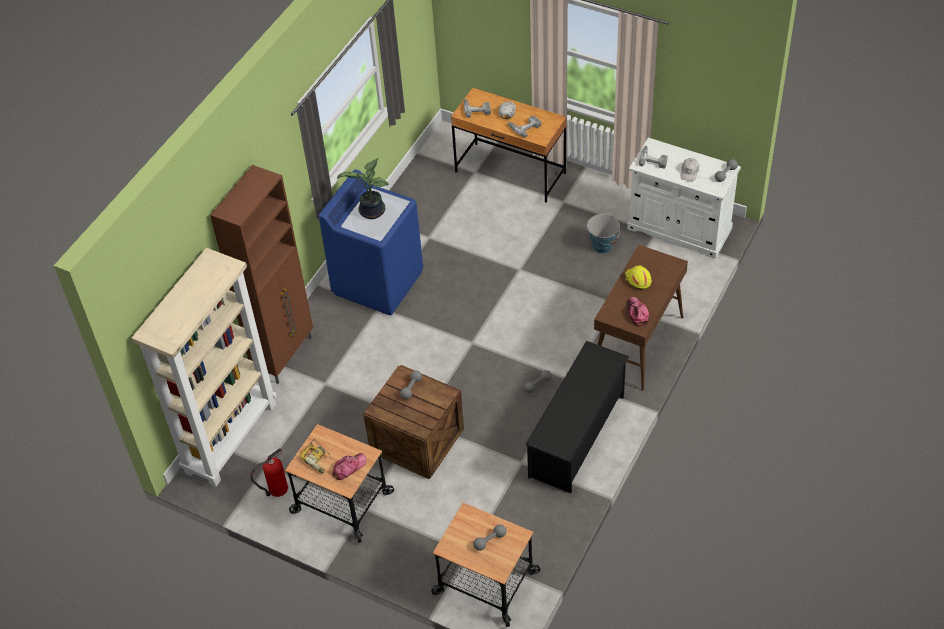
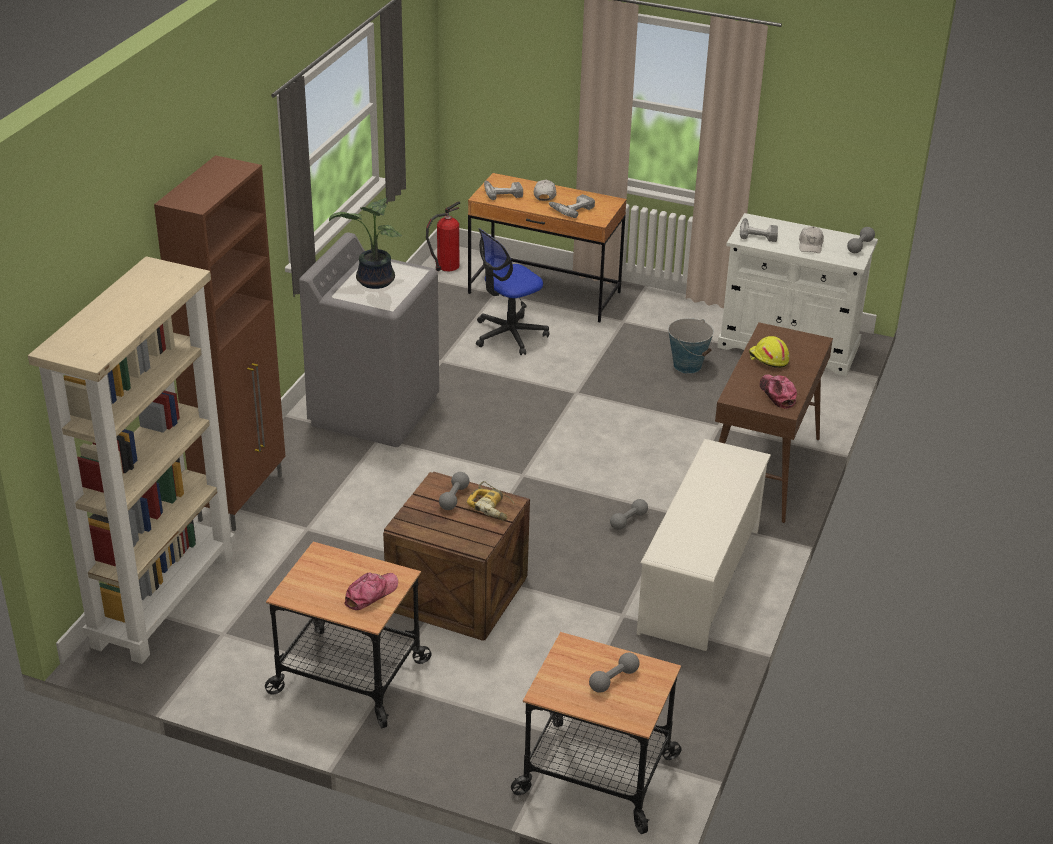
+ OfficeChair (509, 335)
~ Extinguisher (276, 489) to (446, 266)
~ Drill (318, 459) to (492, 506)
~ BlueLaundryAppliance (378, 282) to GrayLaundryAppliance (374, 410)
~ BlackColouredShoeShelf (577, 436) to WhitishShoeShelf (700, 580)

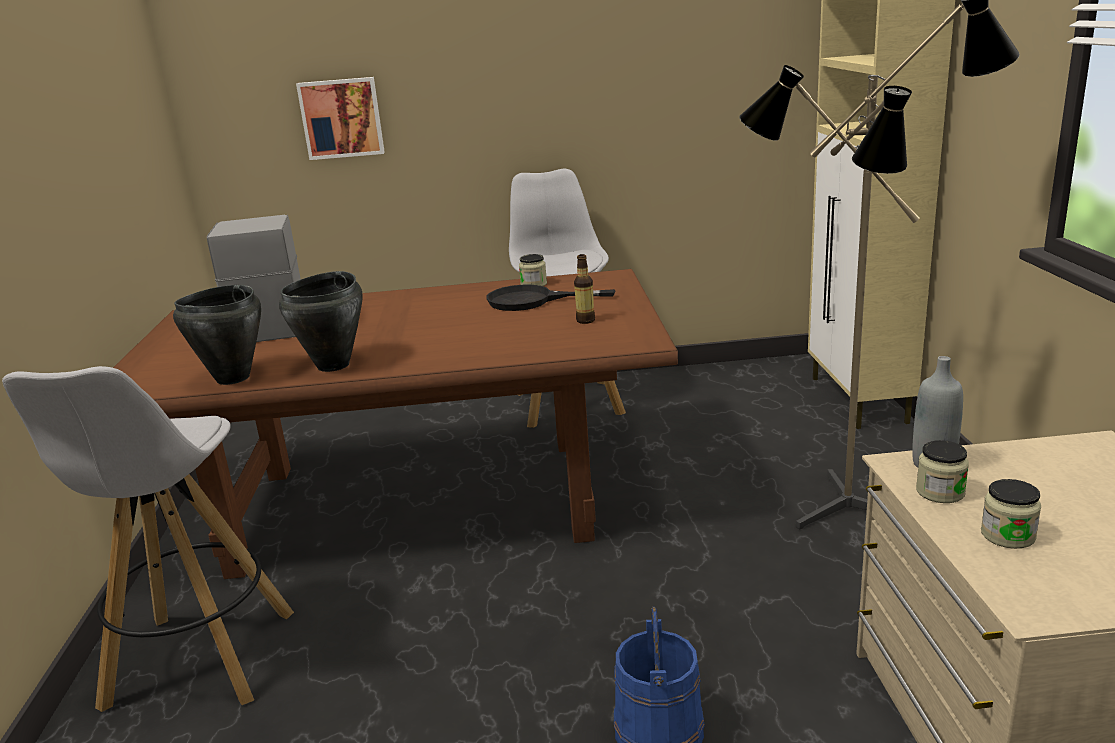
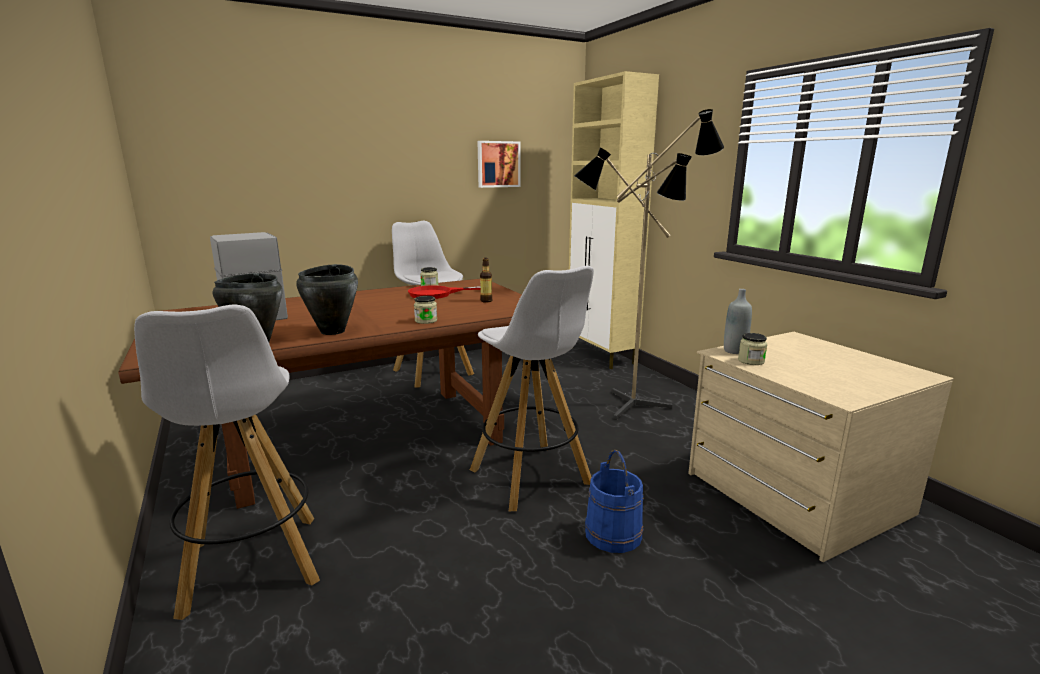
+ WhitishSittingStool (531, 478)
~ WallArt (342, 118) to (498, 164)
~ StorageJar (1007, 535) to (426, 321)
~ BlackColouredFryingPan (532, 300) to ReddishFryingPan (438, 294)

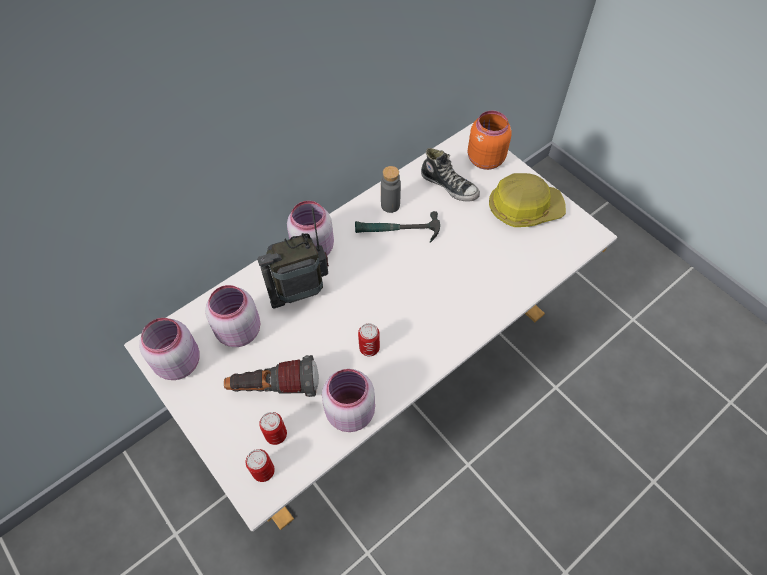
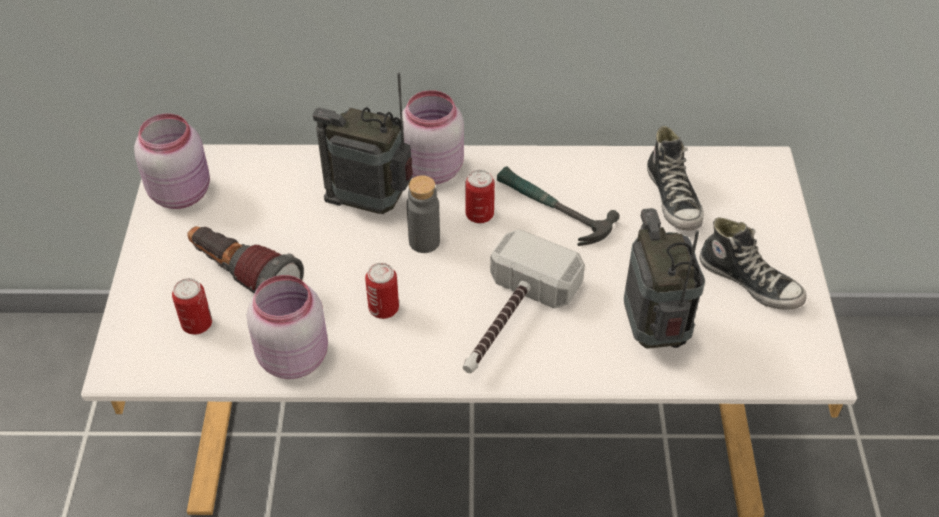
- PinkishStorageJar (238, 330)
- OrangeyStorageJar (484, 159)
+ HandHammer (509, 321)
+ RadioSet (654, 332)
~ MetalCan (263, 471) to (479, 215)
~ GrayBeverageBottle (390, 205) to (424, 241)
~ HardHat (524, 208) to LowShoe (750, 282)

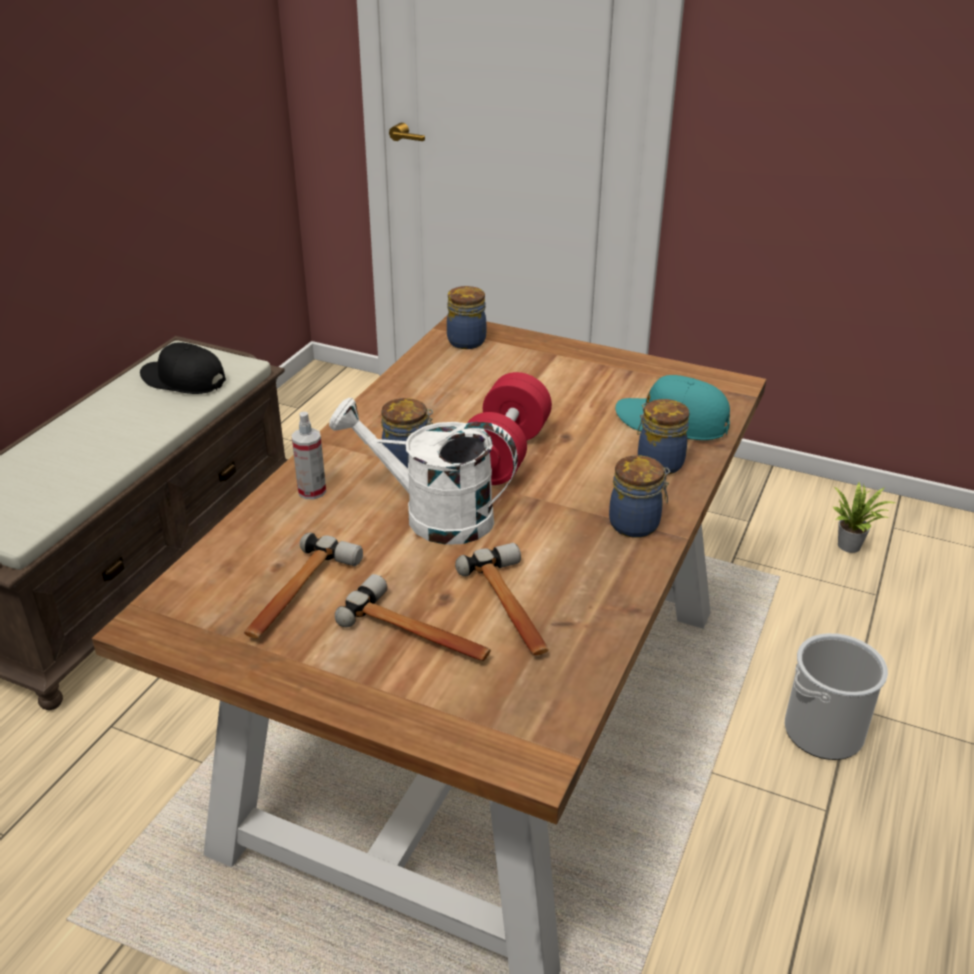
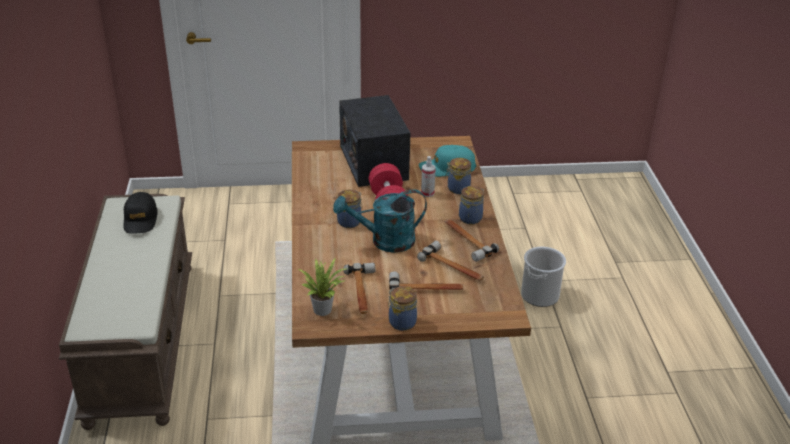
+ RadioSet (373, 162)
+ HandHammer (466, 241)
~ SprayBottle (312, 491) to (427, 193)
~ StorageJar (465, 340) to (401, 322)
~ PottedPlant (851, 545) to (324, 309)
~ WhitishSprinklingCan (433, 516) to TurquoiseSprinklingCan (385, 241)
~ BlackColouredCap (183, 380) = (140, 219) 90 degrees counterclockwise

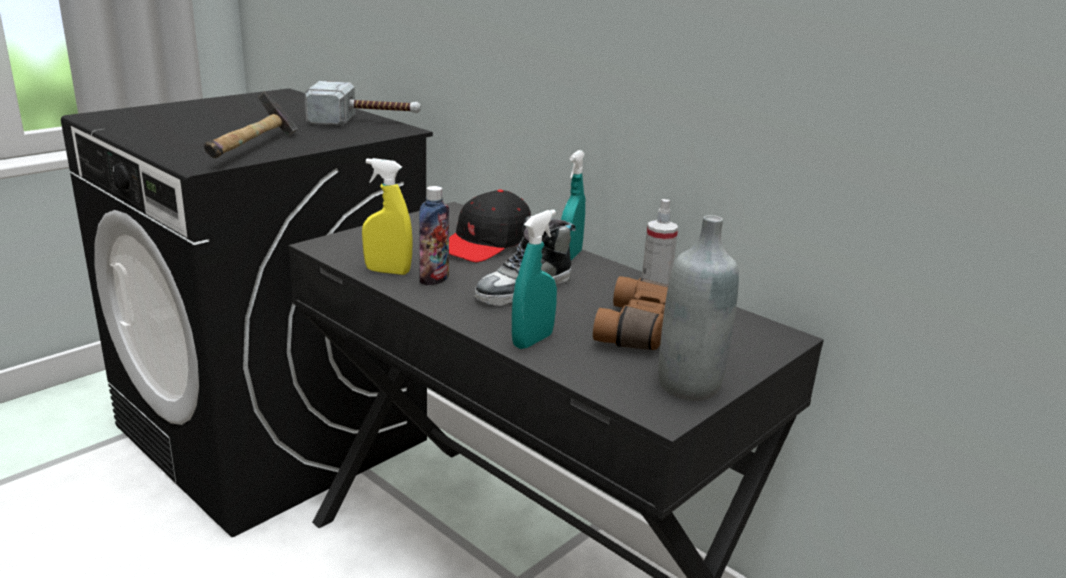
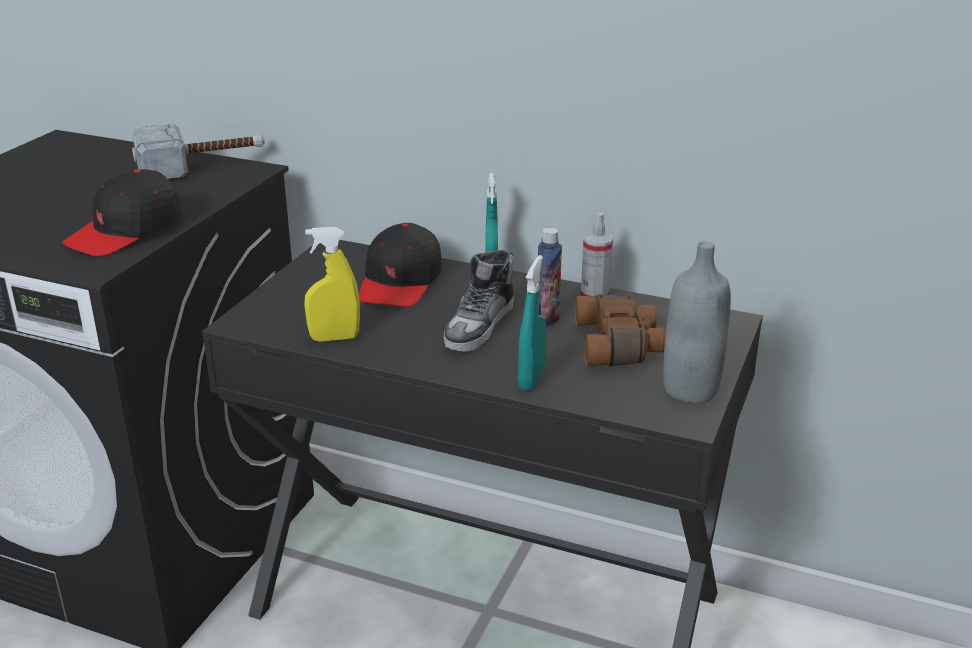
~ BeverageBottle (434, 279) to (547, 317)
~ HandHammer (253, 149) to BlackColouredCap (126, 231)

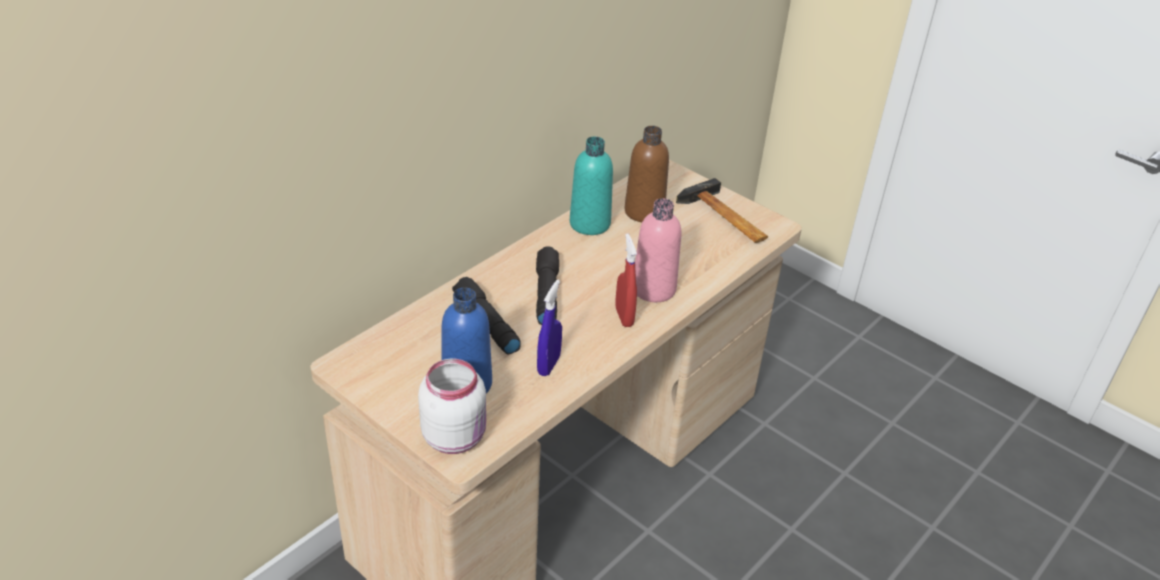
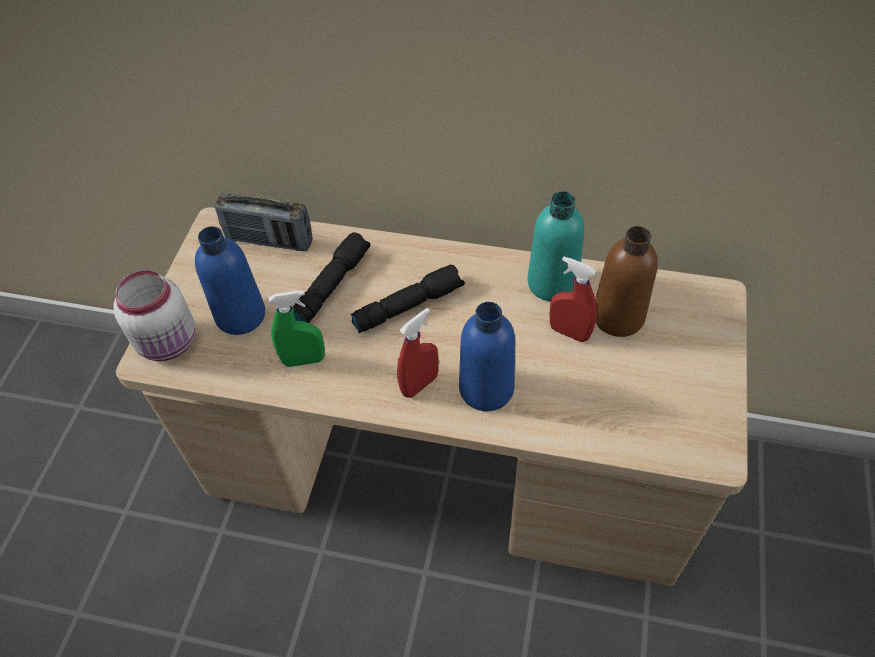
- HandHammer (725, 219)
+ RadioSet (269, 240)
+ ReddishSprayBottle (569, 332)
~ BlueSprayBottle (548, 365) to GreenishSprayBottle (304, 360)
~ PinkishBeverageBottle (653, 289) to BlueBeverageBottle (486, 388)

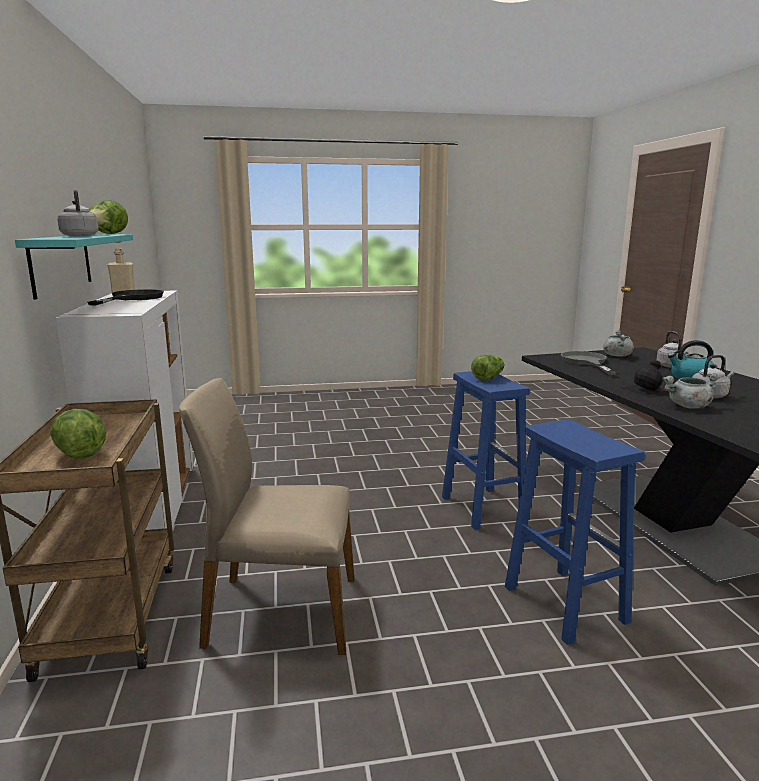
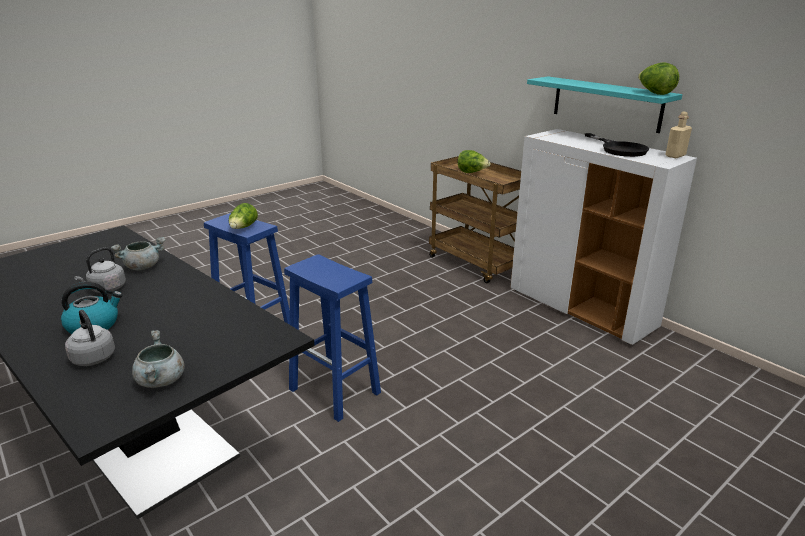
- GrayKettle (79, 236)
- SandColouredPlainChair (280, 611)
- GrayFryingPan (586, 362)
- BlackColouredBeverageBottle (649, 390)
~ HeadOfLettuce (488, 378) to (243, 228)

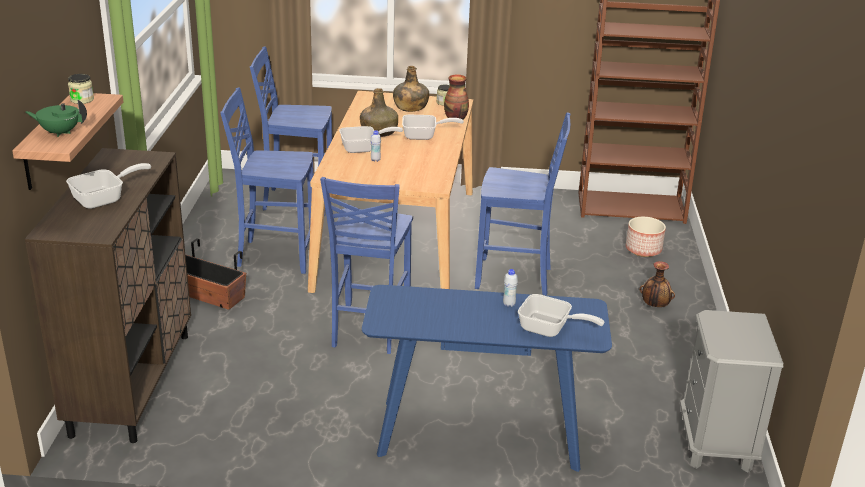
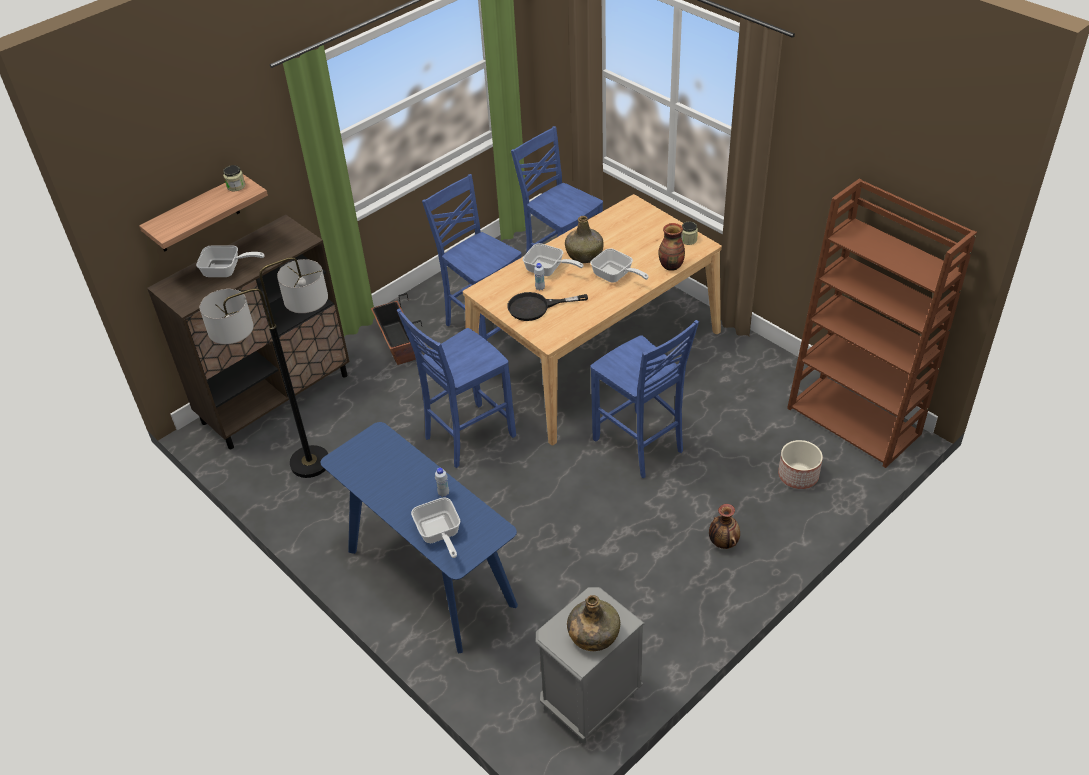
- GreenishPotForTea (60, 132)
+ StandingLamp (309, 463)
+ BlackColouredFryingPan (536, 307)
~ GreenishBeverageBottle (410, 107) to (593, 635)

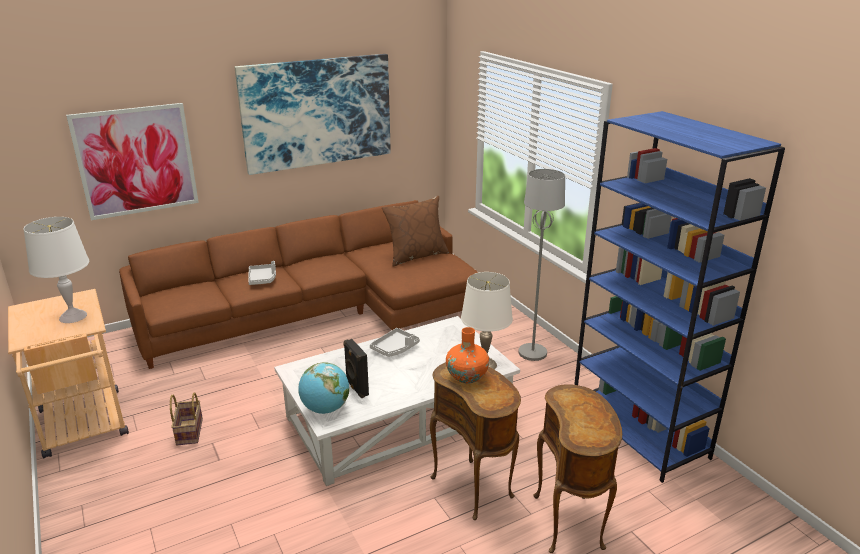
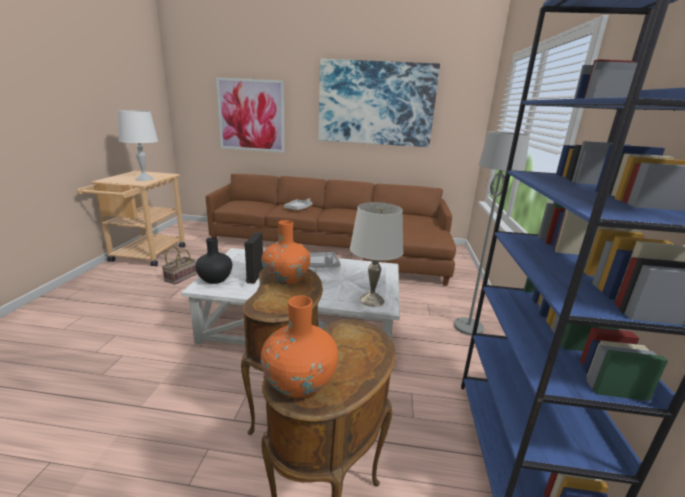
- BrownColouredThrowPillow (416, 256)
+ OrangeyVase (299, 382)
~ Globe (325, 409) to BlackColouredVase (215, 279)

